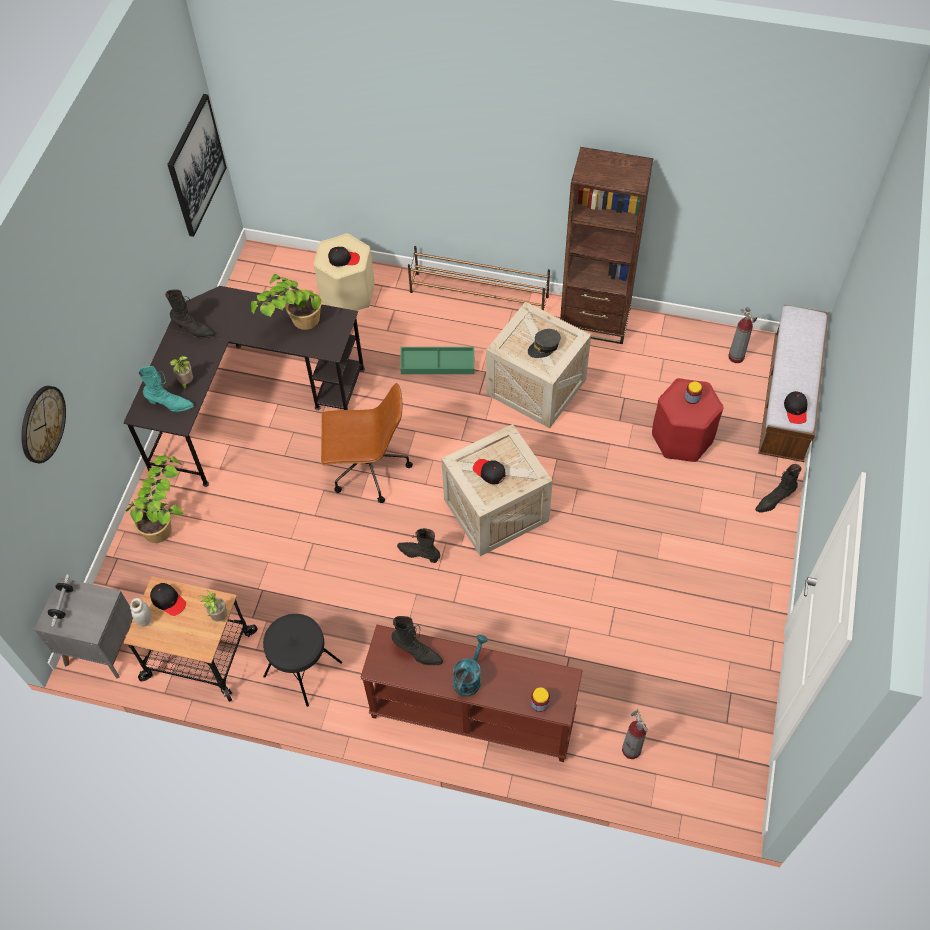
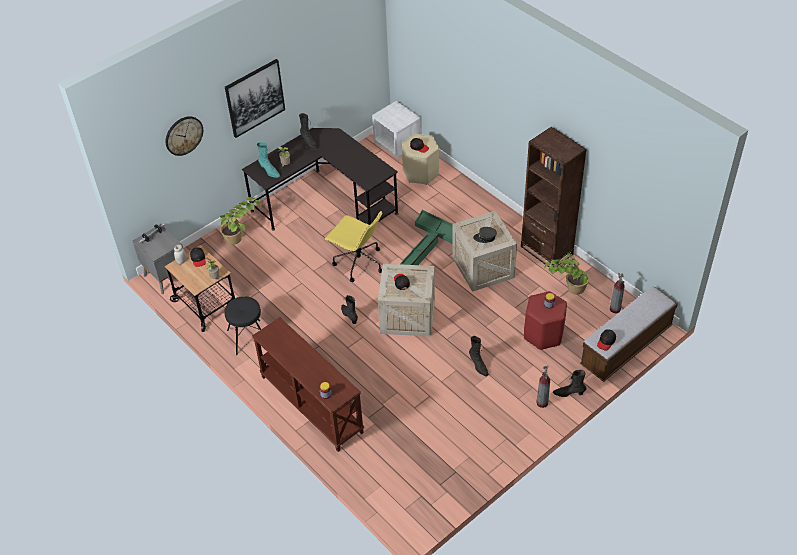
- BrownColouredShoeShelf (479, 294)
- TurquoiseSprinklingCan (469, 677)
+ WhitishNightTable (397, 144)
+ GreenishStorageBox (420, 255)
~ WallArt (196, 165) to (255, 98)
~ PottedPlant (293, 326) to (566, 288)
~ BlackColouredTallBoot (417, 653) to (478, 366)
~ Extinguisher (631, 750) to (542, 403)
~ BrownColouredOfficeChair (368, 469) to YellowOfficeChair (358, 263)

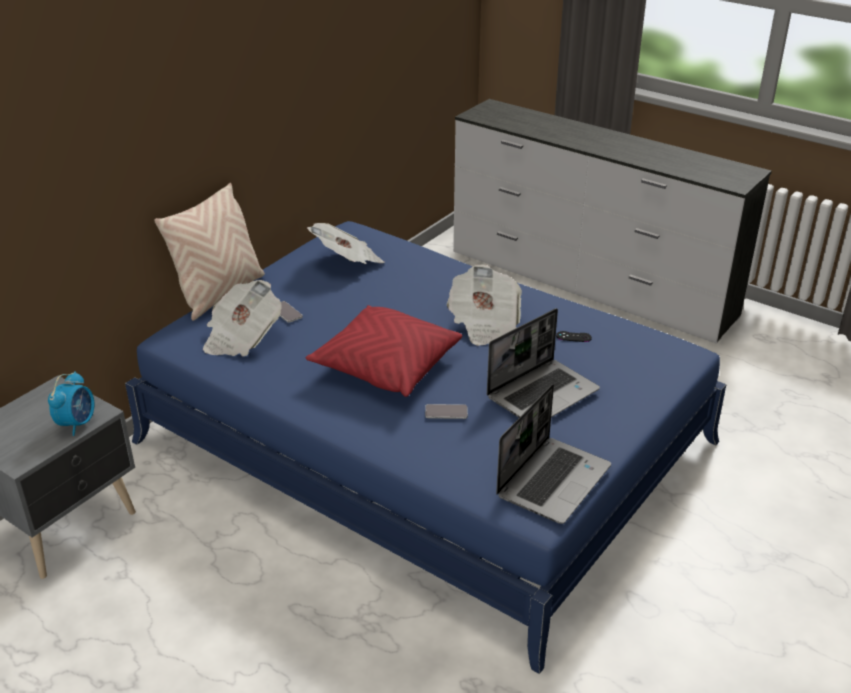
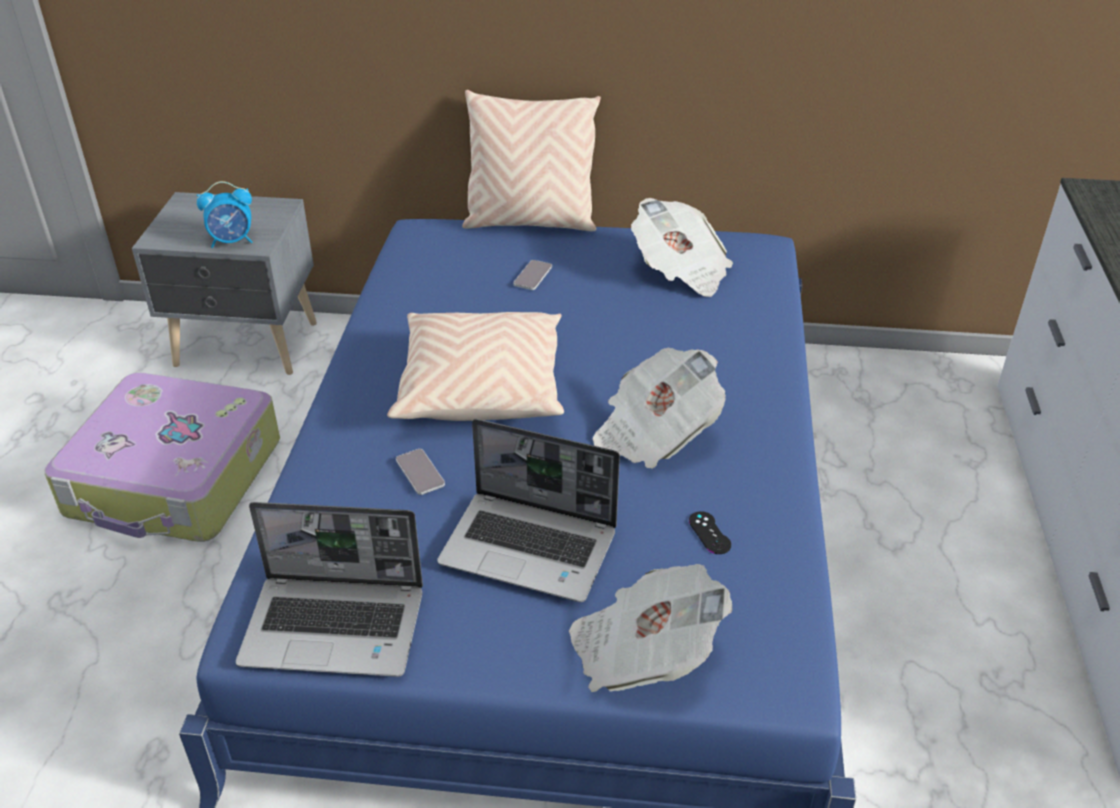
+ Suitcase (175, 479)
~ DailyPaper (241, 338) to (643, 653)
~ ReddishThrowPillow (385, 366) to SandColouredThrowPillow (480, 387)

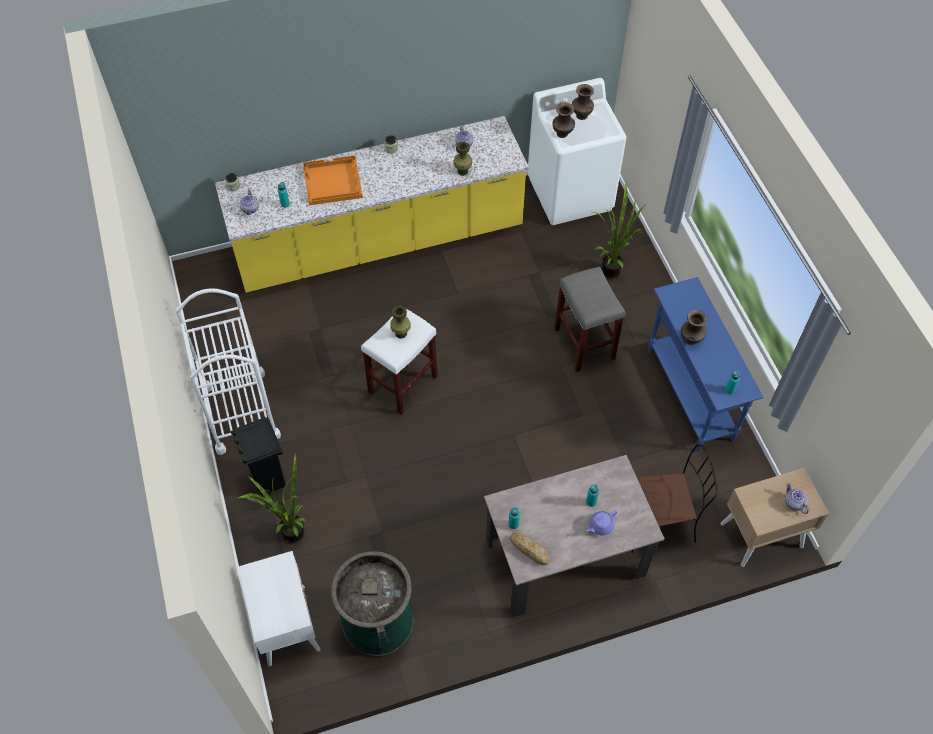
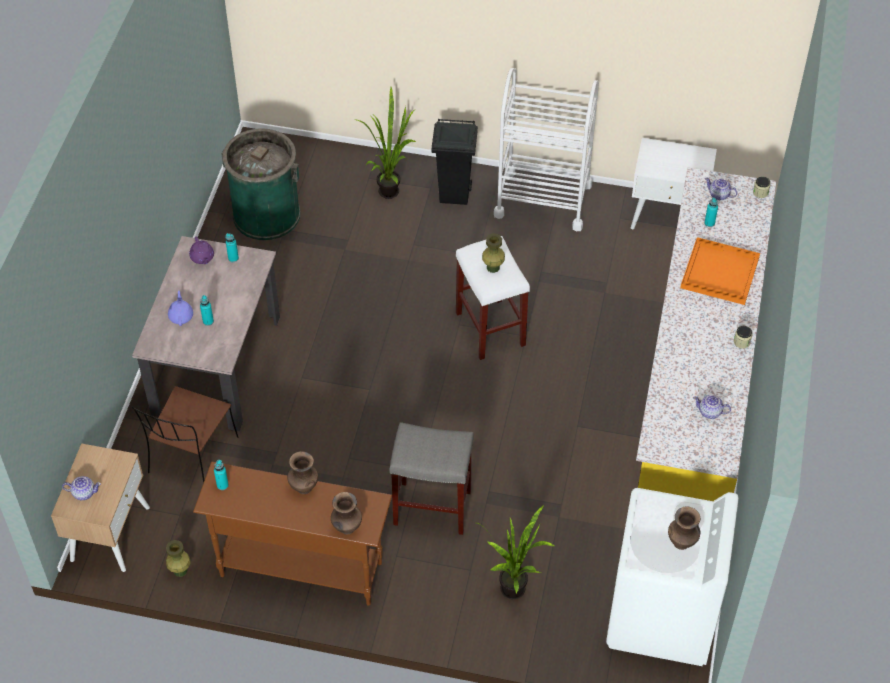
~ WhitishNightTable (286, 624) to (668, 216)
~ GreenishVase (462, 171) to (180, 570)
~ BrownColouredVase (562, 134) to (347, 528)
~ BakeryBread (529, 549) to PurplishPotForTea (202, 257)
~ BlueConsoleTable (689, 395) to BrownColouredConsoleTable (300, 568)

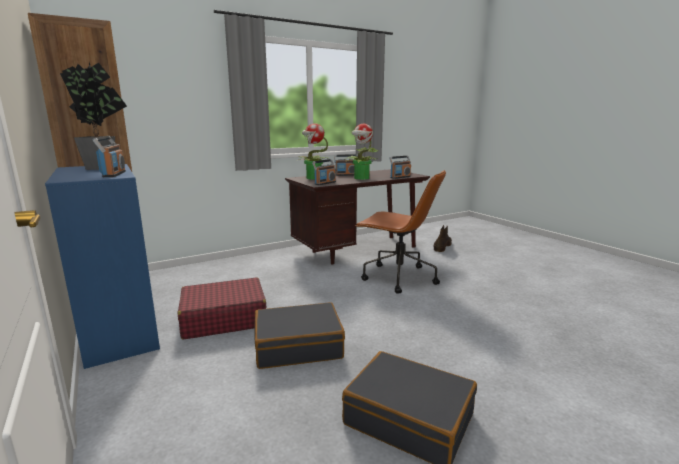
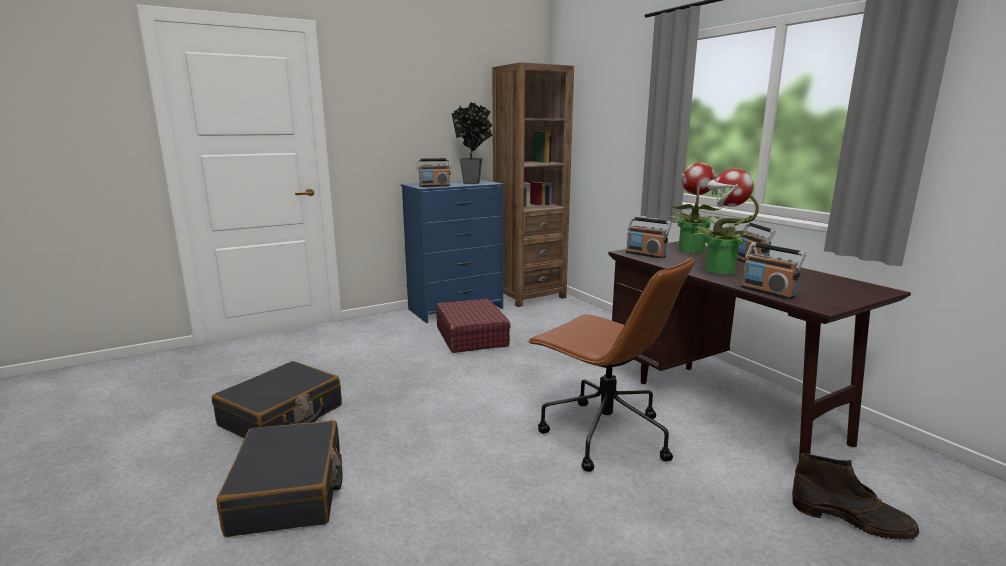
~ BlackColouredSuitcase (298, 346) to (289, 491)
~ BrownColouredOfficeChair (397, 278) = (603, 435) 75 degrees counterclockwise

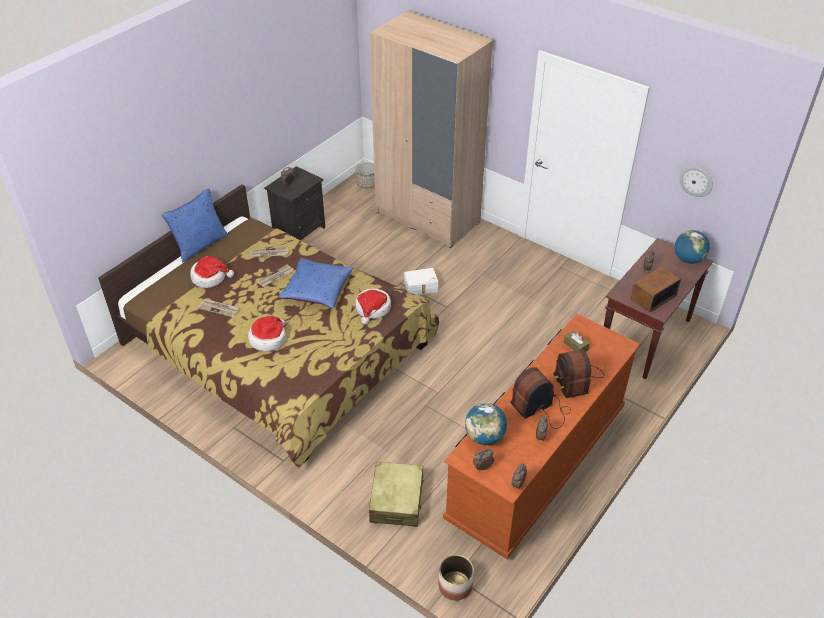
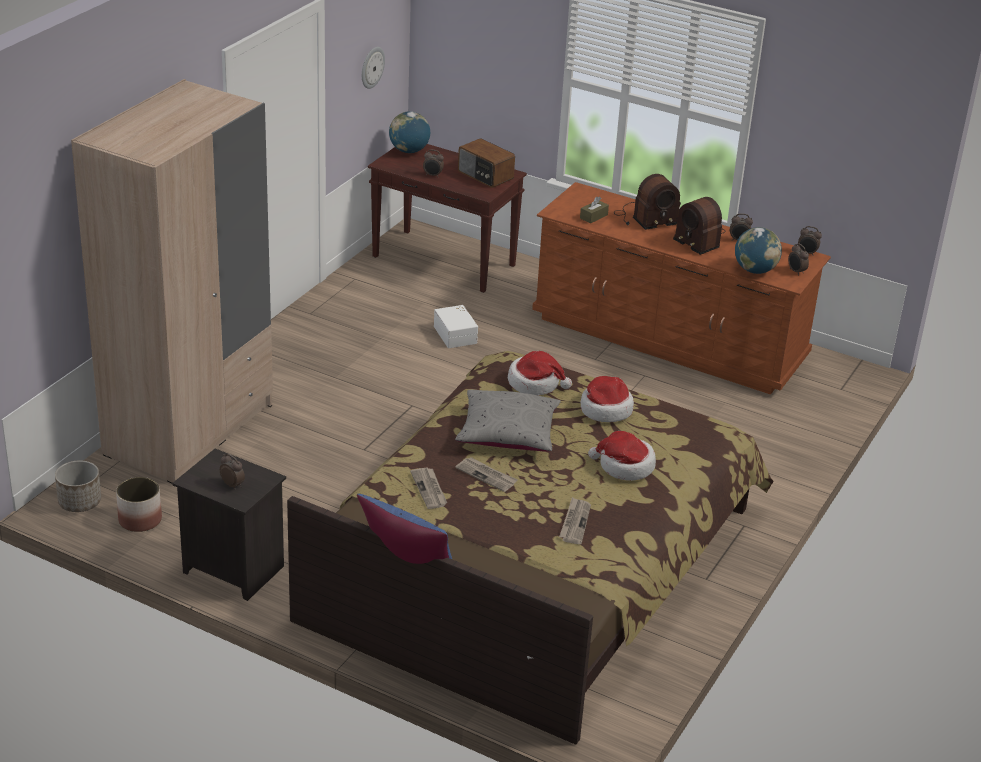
- SandColouredSuitcase (397, 500)
~ WearableHat (210, 277) to (605, 409)
~ WhitishStorageBox (421, 287) to (456, 334)
~ PlantPot (454, 585) to (140, 520)
~ BlueThrowPillow (317, 290) to GrayThrowPillow (508, 433)

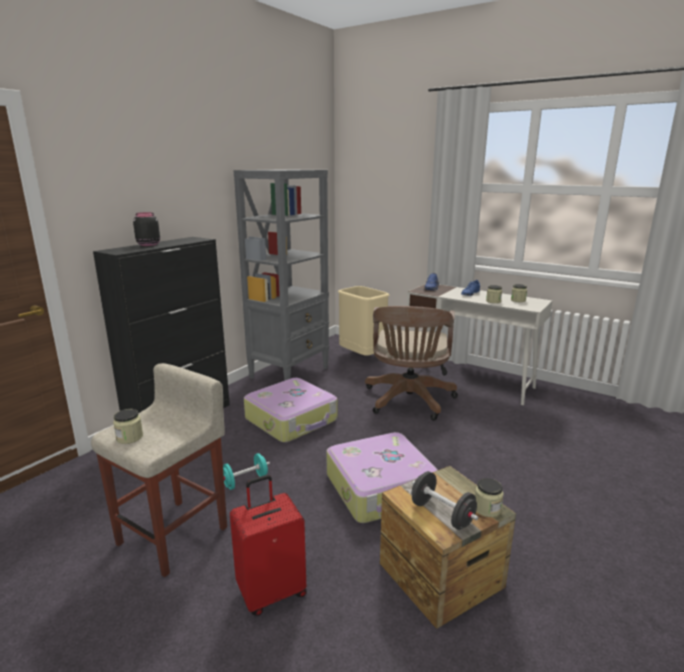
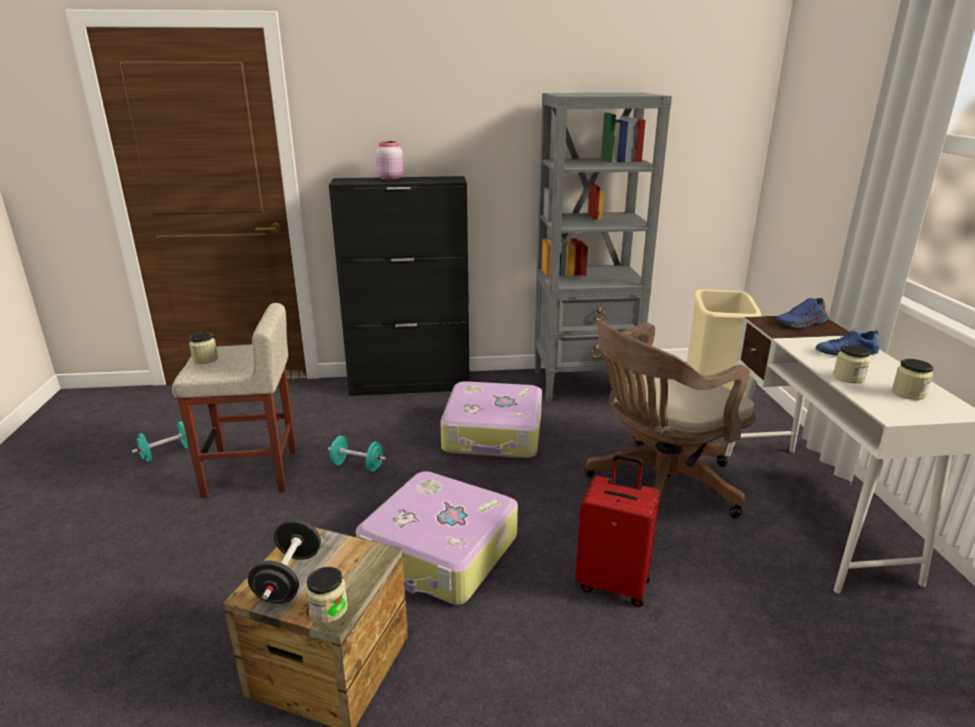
+ TurquoiseDumbbell (167, 453)
~ ReddishSuitcase (271, 591) to (613, 583)
~ BlackColouredStorageJar (148, 244) to PinkishStorageJar (390, 178)

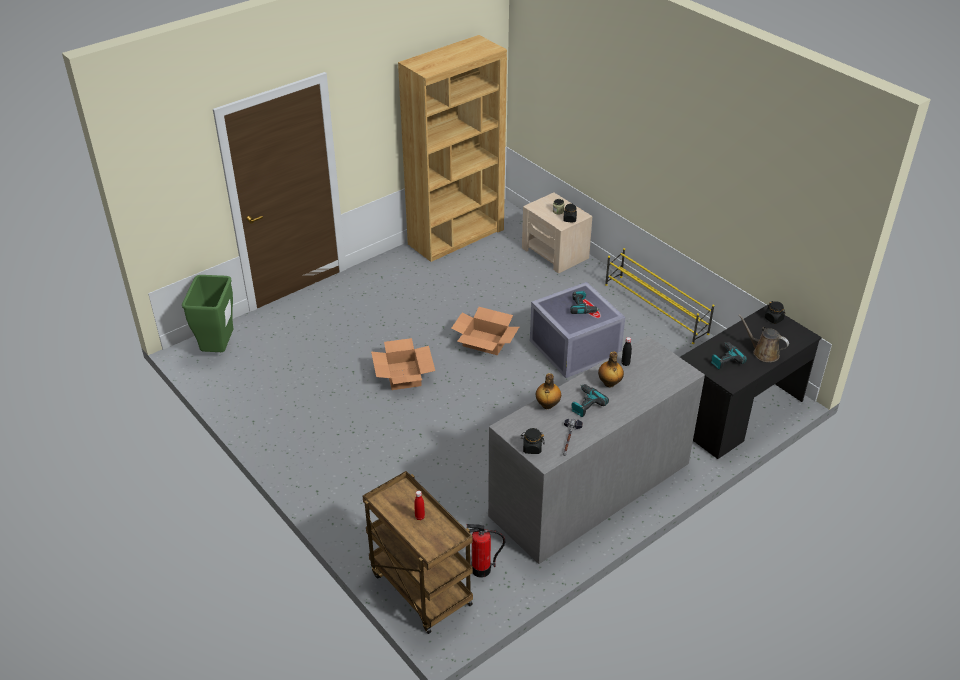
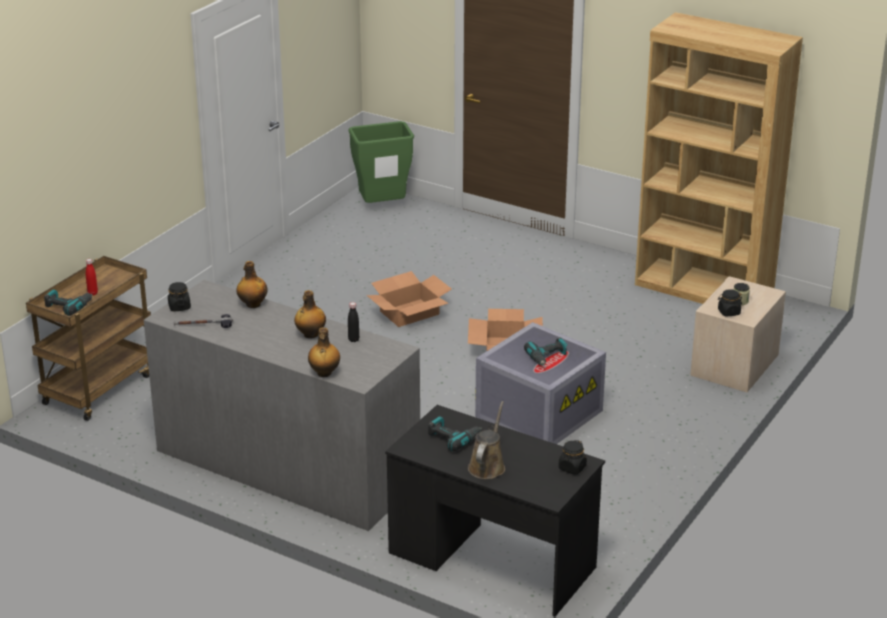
- Extinguisher (481, 569)
- YellowShoeShelf (655, 309)
+ BeverageBottle (324, 373)
~ Drill (585, 404) to (68, 306)

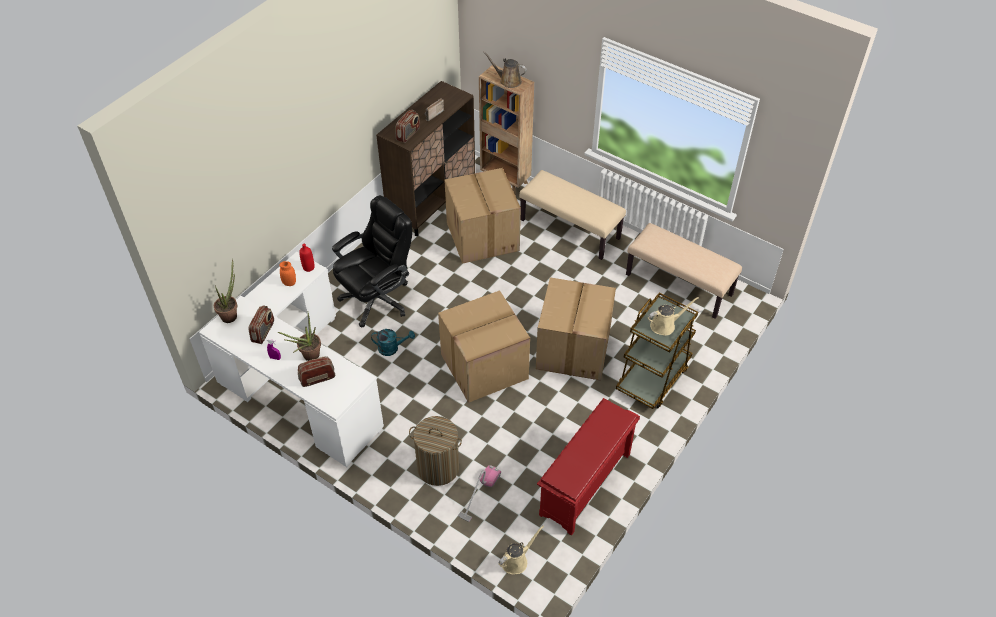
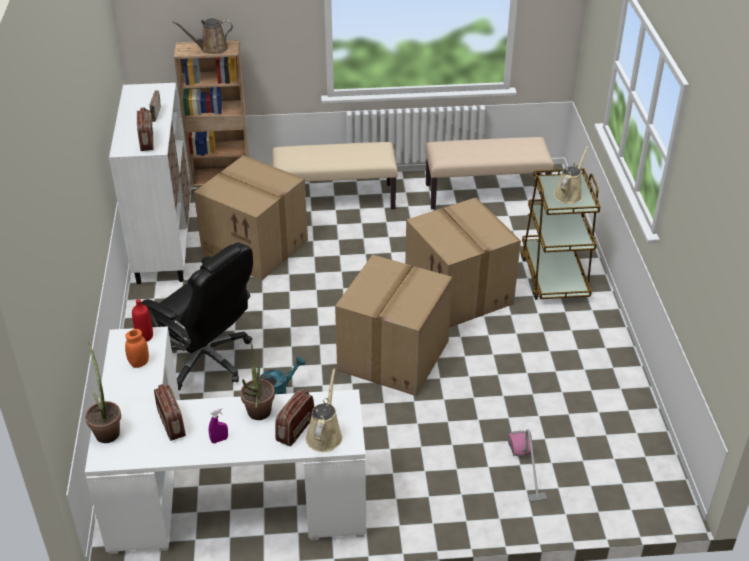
- Hamper (438, 468)
- ReddishShoeShelf (585, 485)
~ SandColouredSprinklingCan (516, 560) to (325, 435)
~ BrownColouredCupboard (432, 202) to WhitishCupboard (164, 244)
~ BlackColouredOfficeChair (377, 298) = (206, 359) 120 degrees clockwise

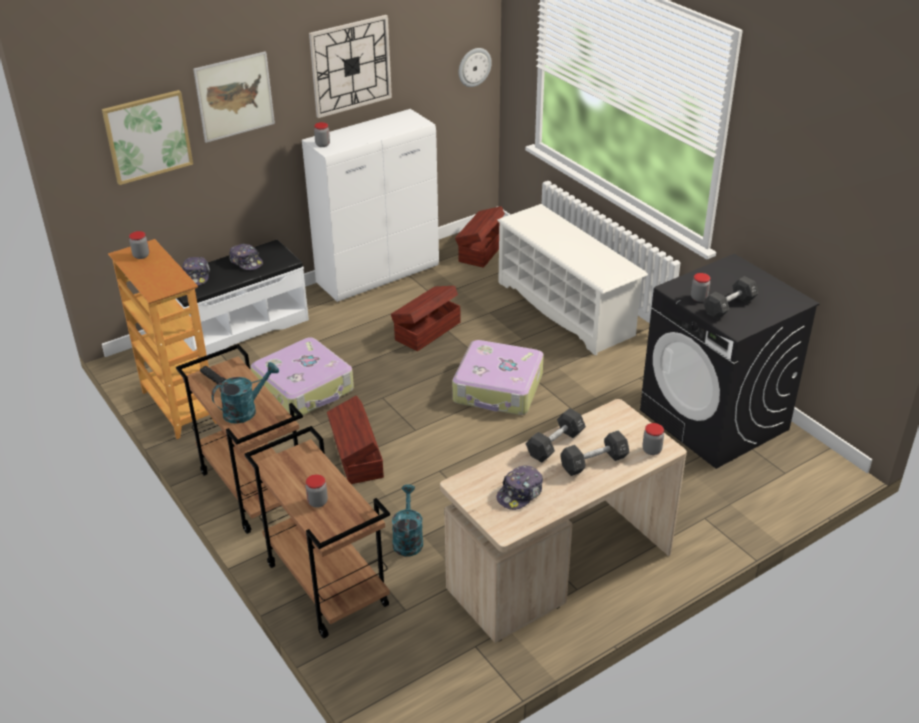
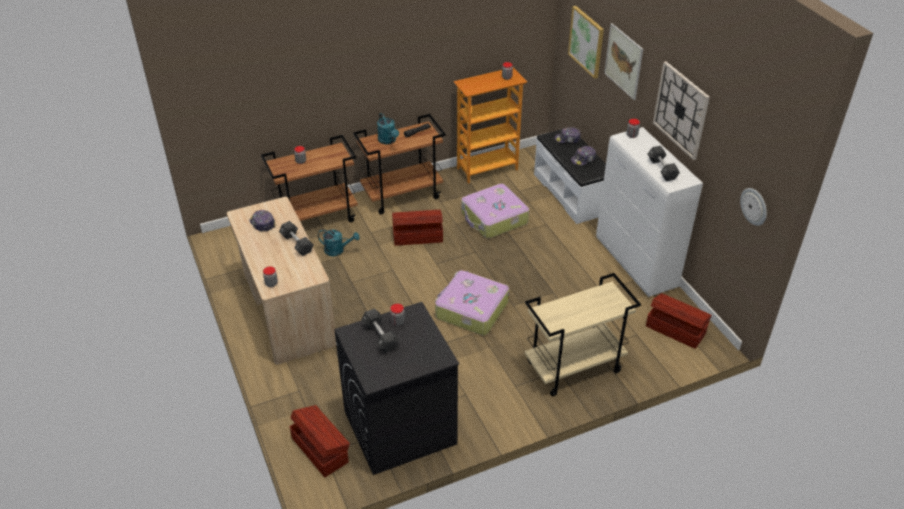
~ BrownColouredStorageBox (426, 331) to (320, 449)
~ BlackColouredDumbbell (594, 462) to (662, 169)
~ WhitishShoeShelf (566, 309) to SandColouredCart (573, 368)

